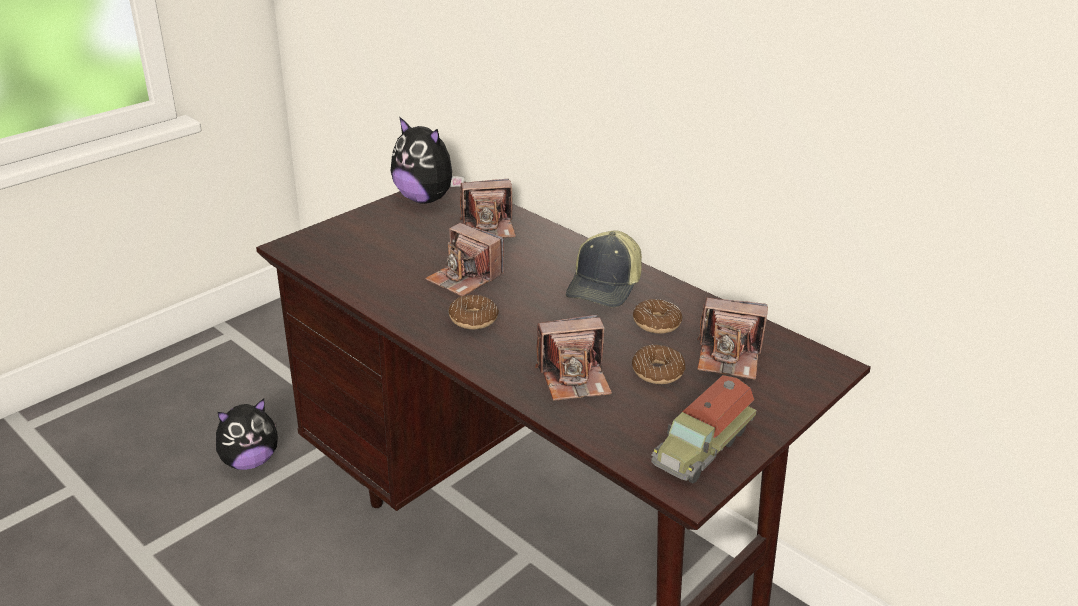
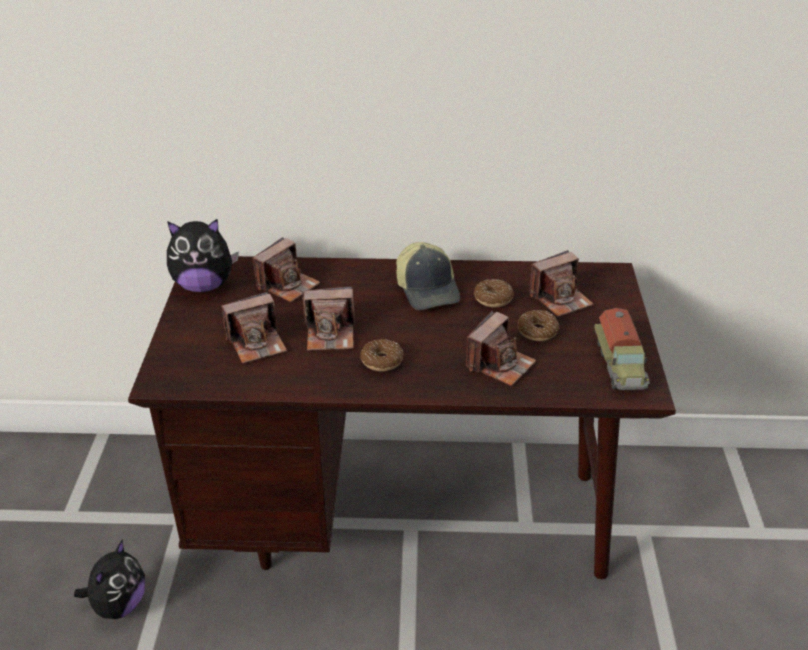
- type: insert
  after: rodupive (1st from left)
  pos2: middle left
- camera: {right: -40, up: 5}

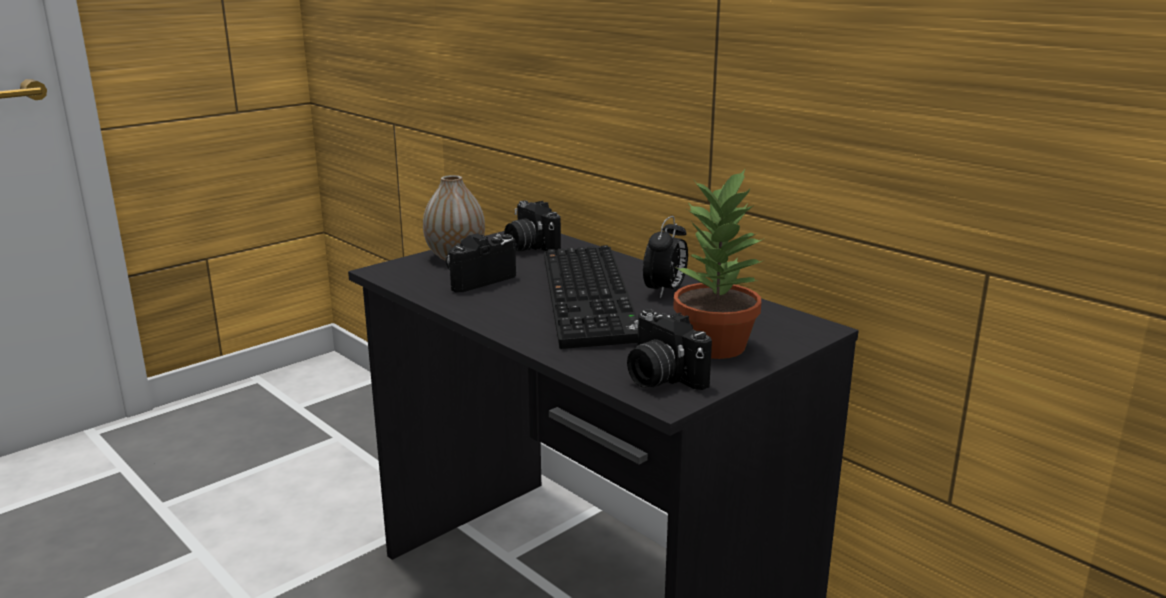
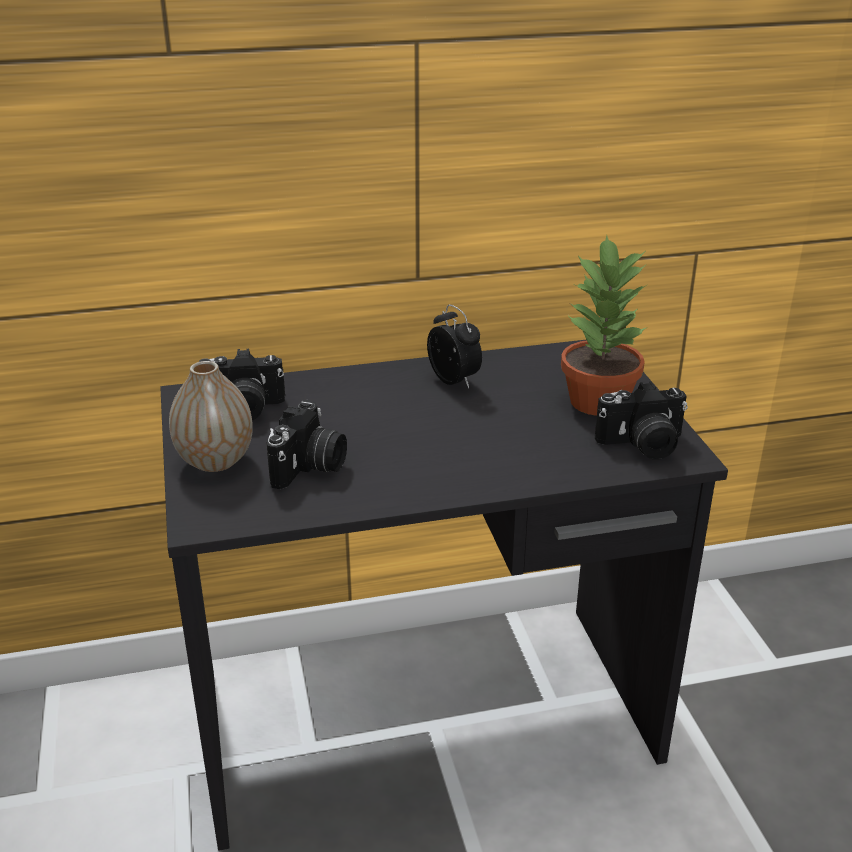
- type: rotate
  before: rodupive (1st from left in the first image)
  pos1: centre
  pos2: centre
  turn: -150
- type: delete
  before: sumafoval
  pos1: centre
- camera: {right: -60, up: 10}

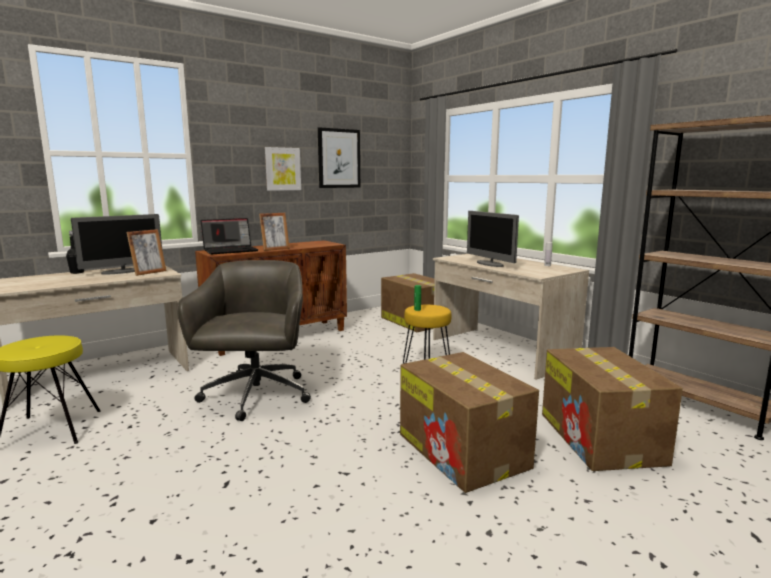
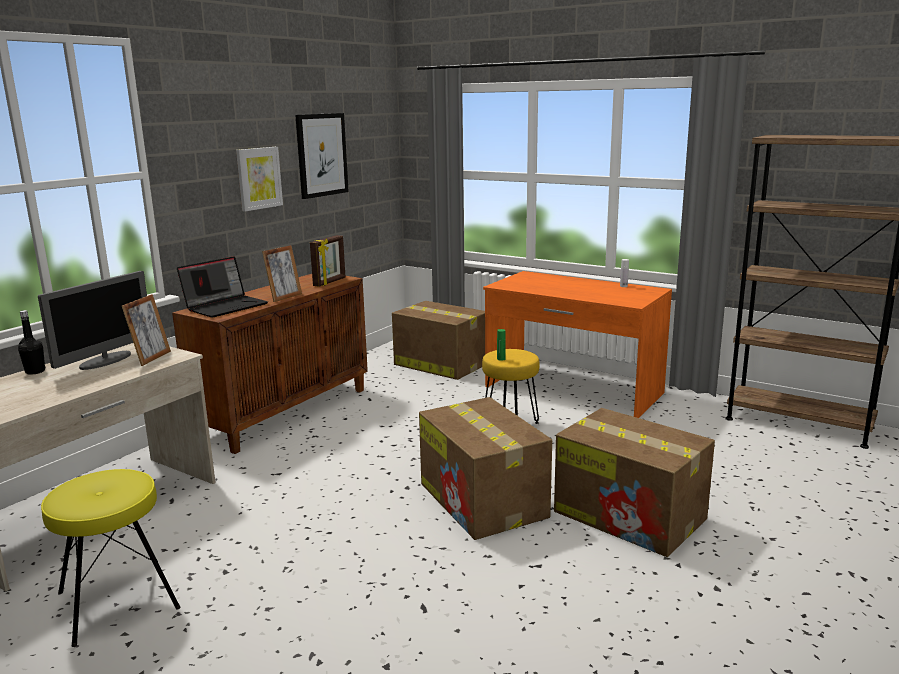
- type: insert
  after: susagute (3rd from left)
  pos2: centre
- type: move
  before: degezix (3rd from left in the first image)
  after: degezix (2nd from left)
  pos1: bottom right
  pos2: bottom centre
- type: recolor
  before: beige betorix (2nd from left)
  after: orange betorix
  pos1: centre
  pos2: centre
- type: delete
  before: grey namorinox
  pos1: middle left
- type: delete
  before: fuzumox (2nd from left)
  pos1: centre
- camera: {right: -20, up: 5}

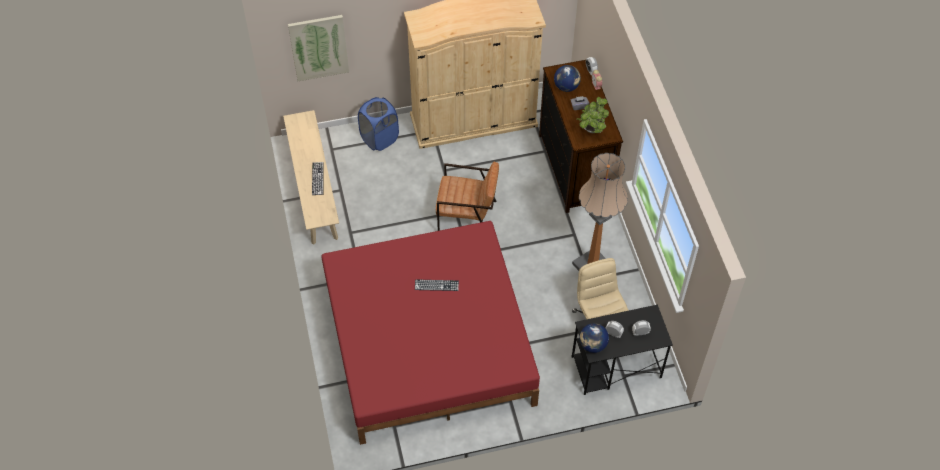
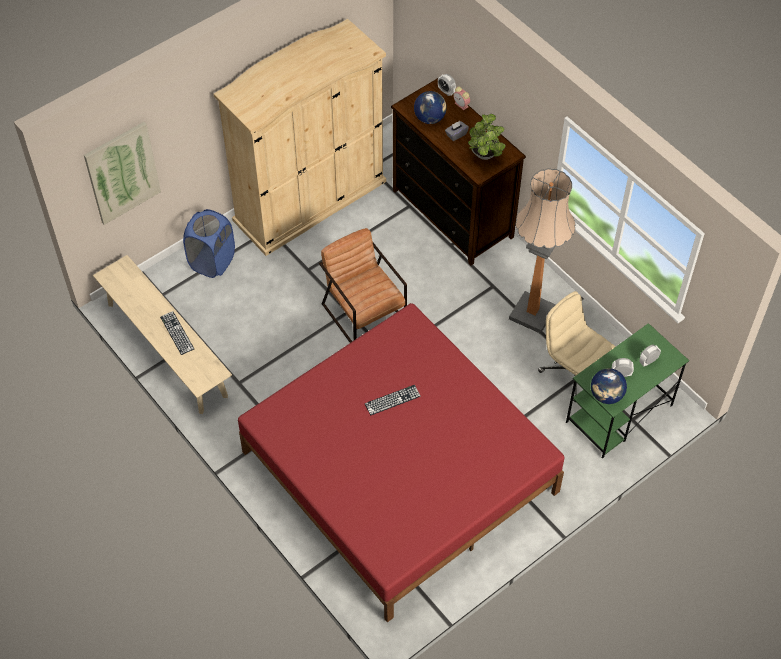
- type: rotate
  before: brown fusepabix
  pos1: centre
  pos2: centre
  turn: -105
- type: recolor
  before: black betorix
  after: green betorix
  pos1: bottom centre
  pos2: middle right
- camera: {right: -25, up: 0}

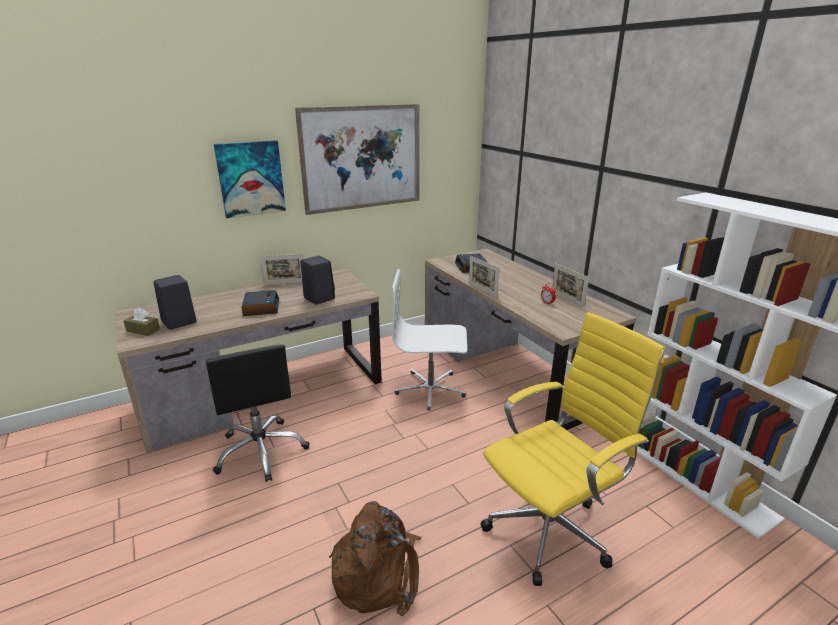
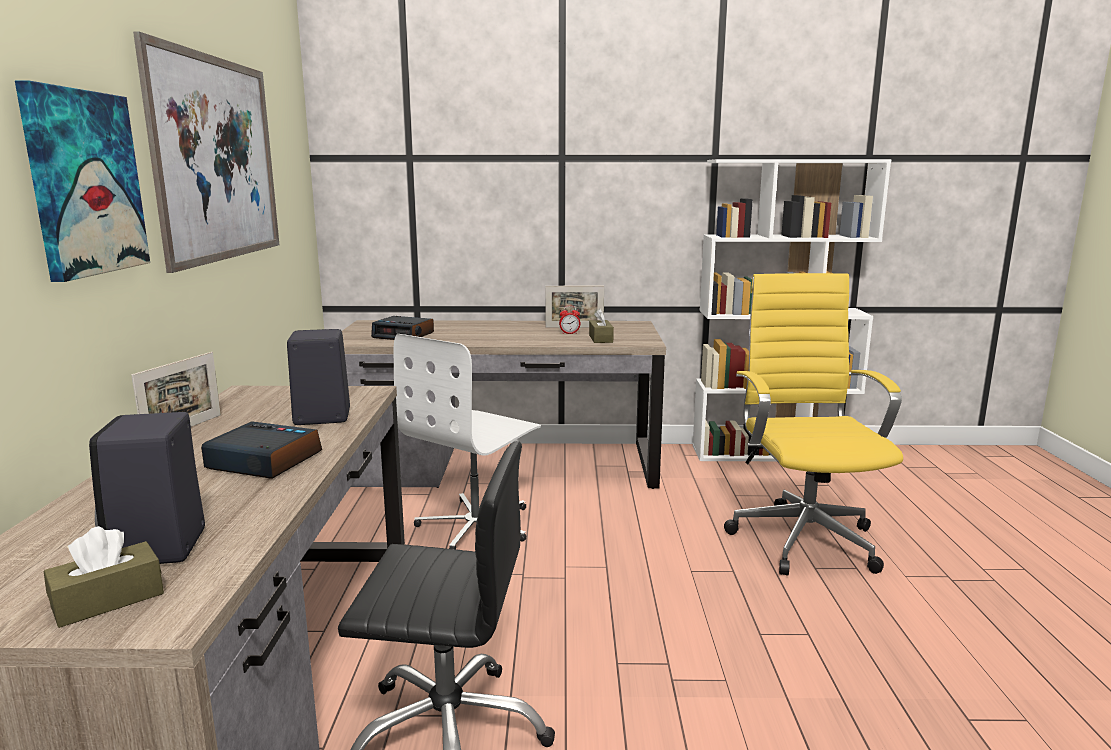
- type: insert
  after: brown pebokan (2nd from left)
  pos2: centre
- type: delete
  before: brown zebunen
  pos1: bottom centre
- type: delete
  before: susagute (2nd from left)
  pos1: centre
- camera: {right: -60, up: -10}

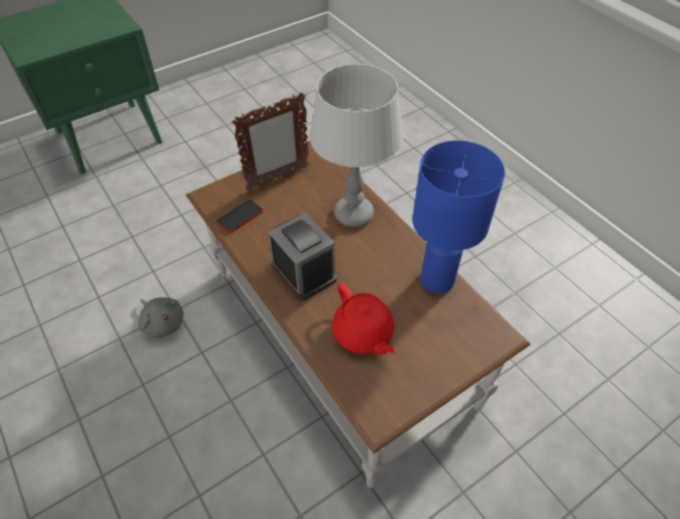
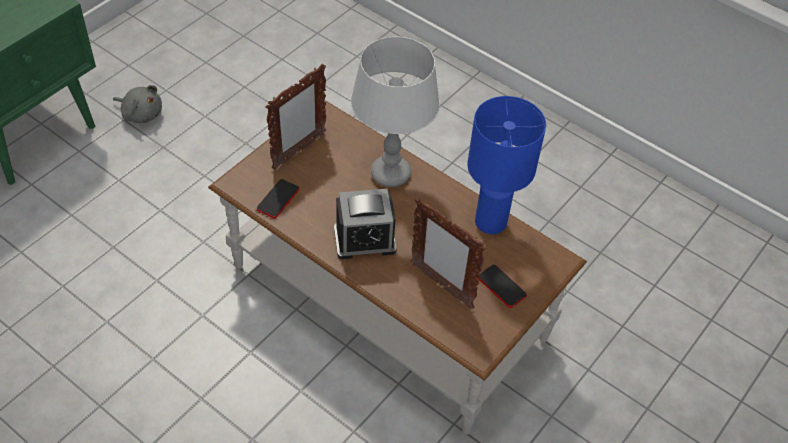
- type: move
  before: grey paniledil
  pos1: middle left
  pos2: top left
- type: rotate
  before: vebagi
  pos1: centre
  pos2: centre
  turn: 135
- type: replace
  before: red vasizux
  after: susagute (2nd from left)
  pos1: centre
  pos2: centre
- type: insert
  after: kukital (2nd from left)
  pos2: centre
- camera: {right: -20, up: 0}

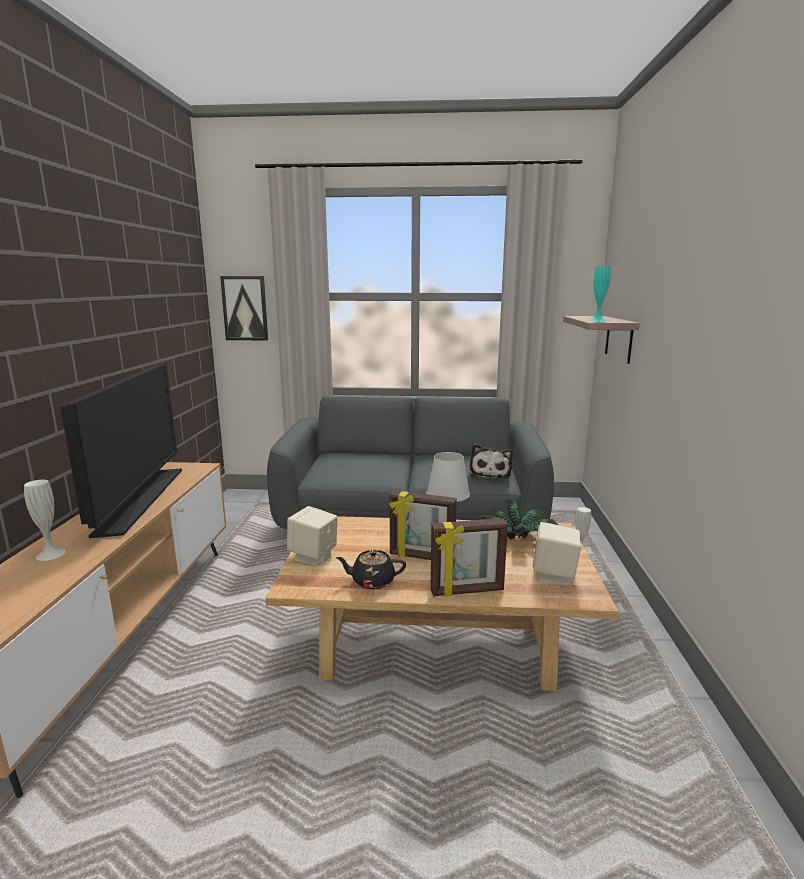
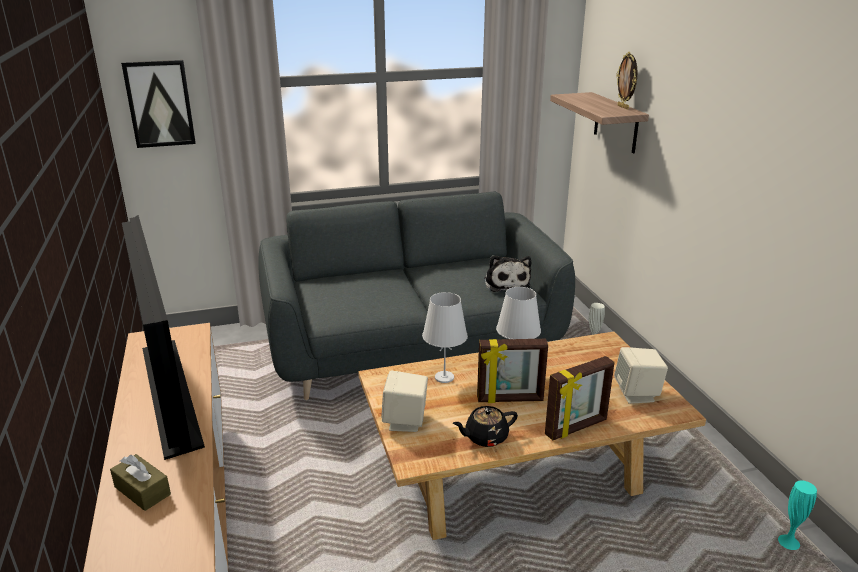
- type: replace
  before: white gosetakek (1st from left)
  after: brown pebokan
  pos1: middle left
  pos2: bottom left
- type: insert
  after: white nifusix (1st from left)
  pos2: centre
- type: insert
  after: susagute (3rd from left)
  pos2: top right
- type: move
  before: turquoise gosetakek
  pos1: middle right
  pos2: bottom right
- type: delete
  before: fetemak
  pos1: centre
- camera: {right: -20, up: 10}

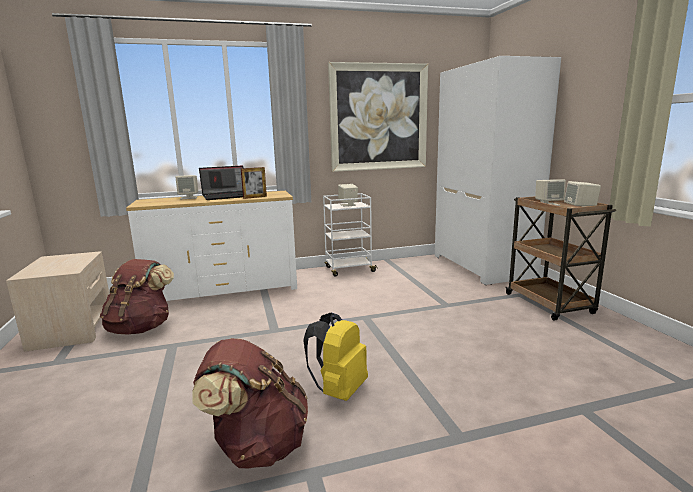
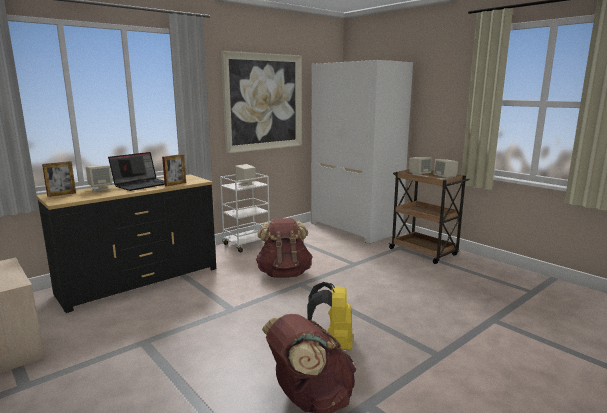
- type: recolor
  before: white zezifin
  after: black zezifin
  pos1: middle left
  pos2: middle left
- type: insert
  after: susagute (1st from left)
  pos2: middle left
- type: move
  before: brown zebunen (1st from left)
  pos1: middle left
  pos2: centre
- camera: {right: -25, up: 0}

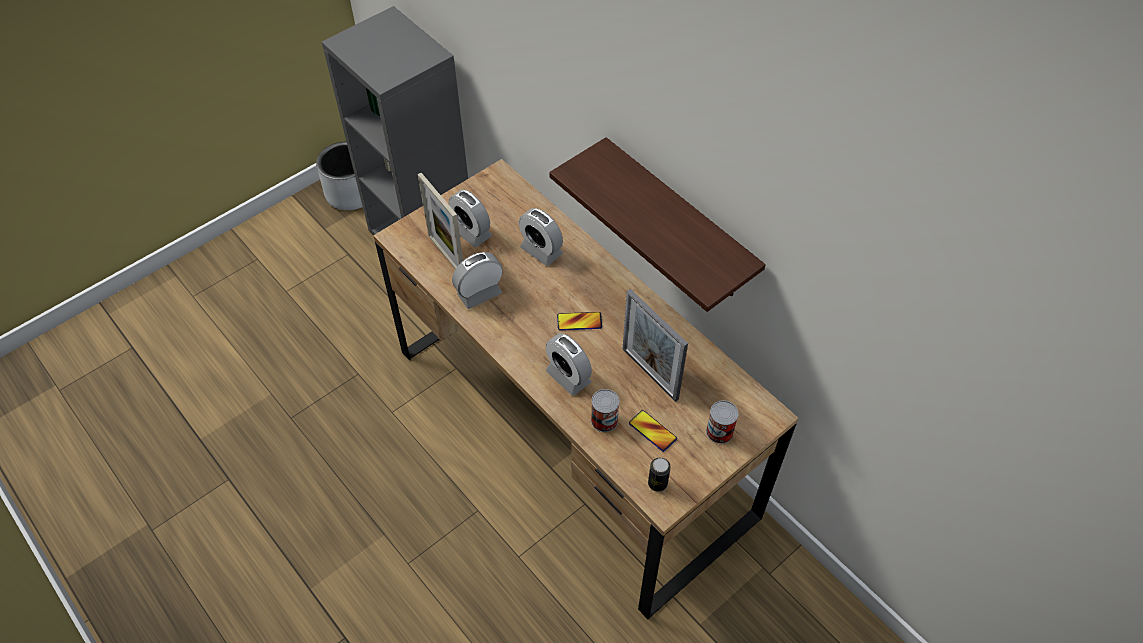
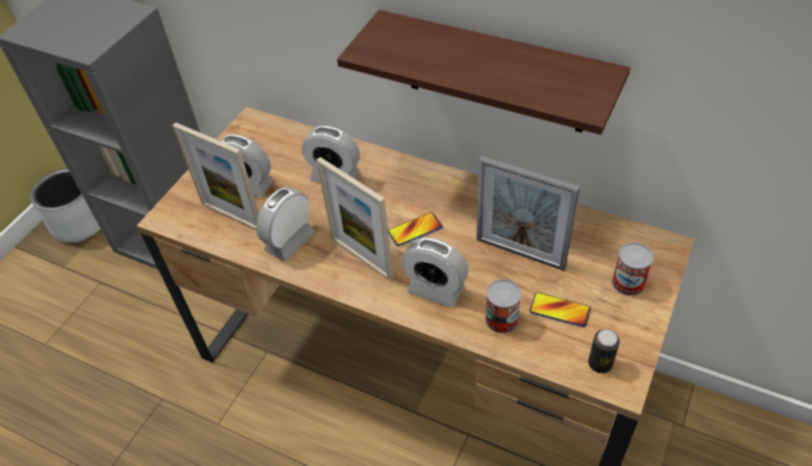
- type: insert
  after: susagute (2nd from left)
  pos2: centre
- camera: {right: -20, up: -5}

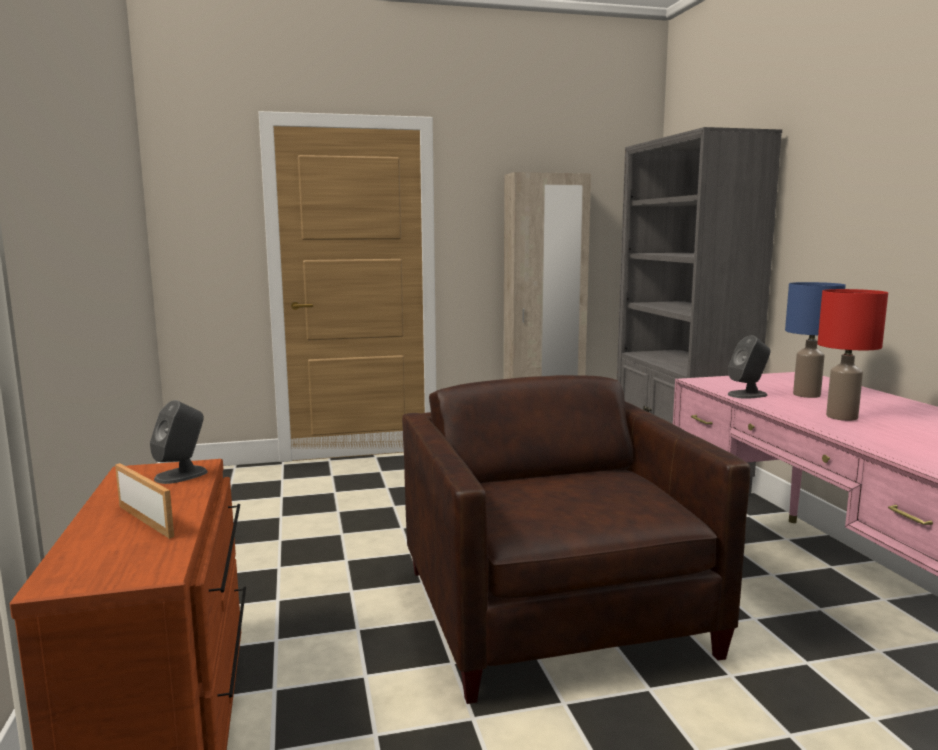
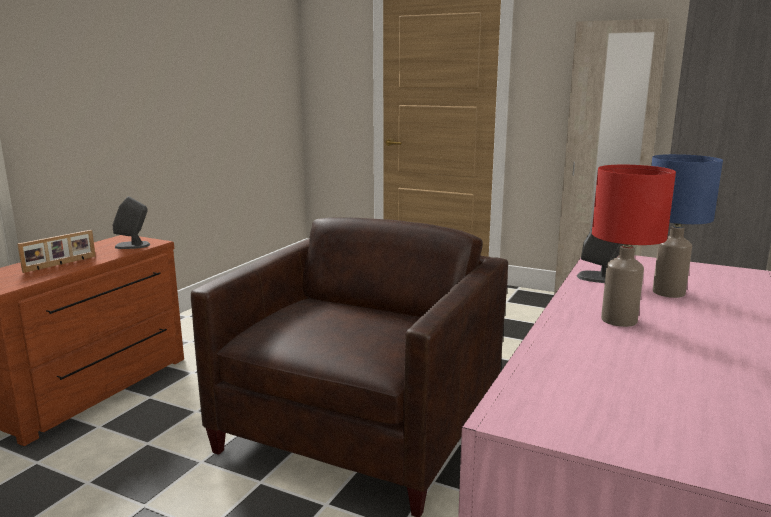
- type: rotate
  before: susagute
  pos1: bottom left
  pos2: middle left
  turn: 45
- camera: {right: 40, up: 5}

